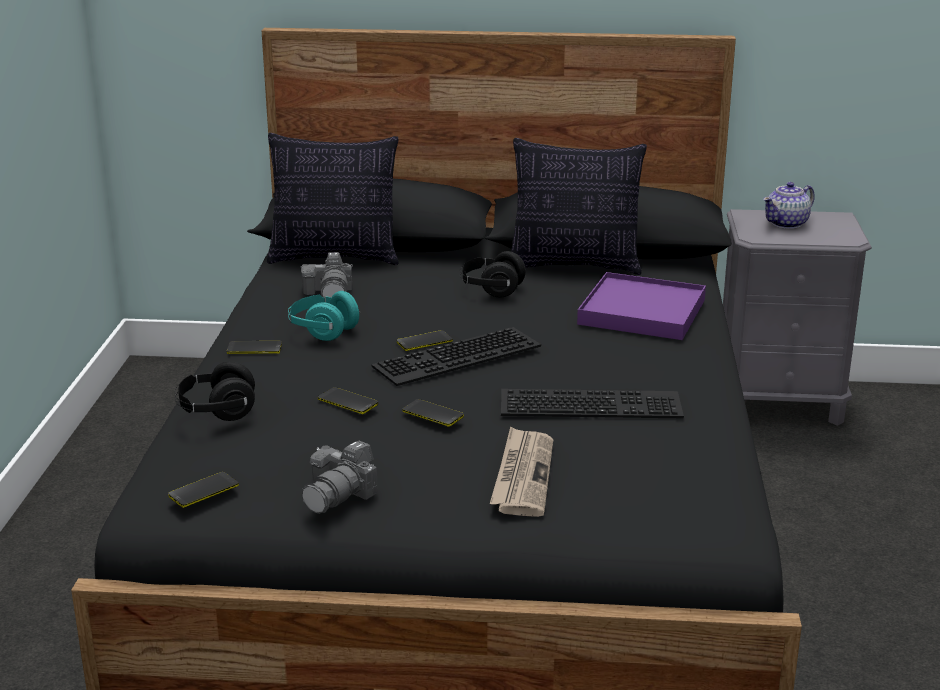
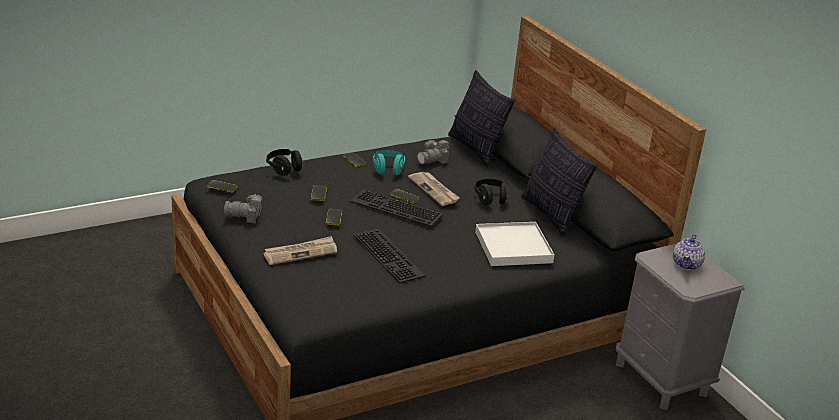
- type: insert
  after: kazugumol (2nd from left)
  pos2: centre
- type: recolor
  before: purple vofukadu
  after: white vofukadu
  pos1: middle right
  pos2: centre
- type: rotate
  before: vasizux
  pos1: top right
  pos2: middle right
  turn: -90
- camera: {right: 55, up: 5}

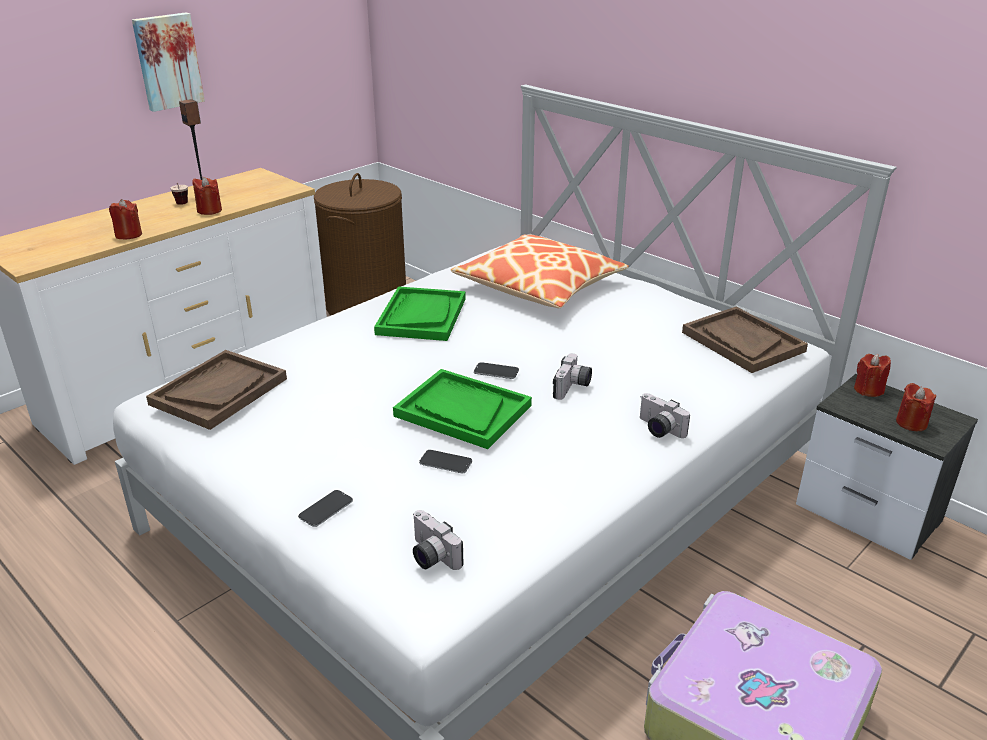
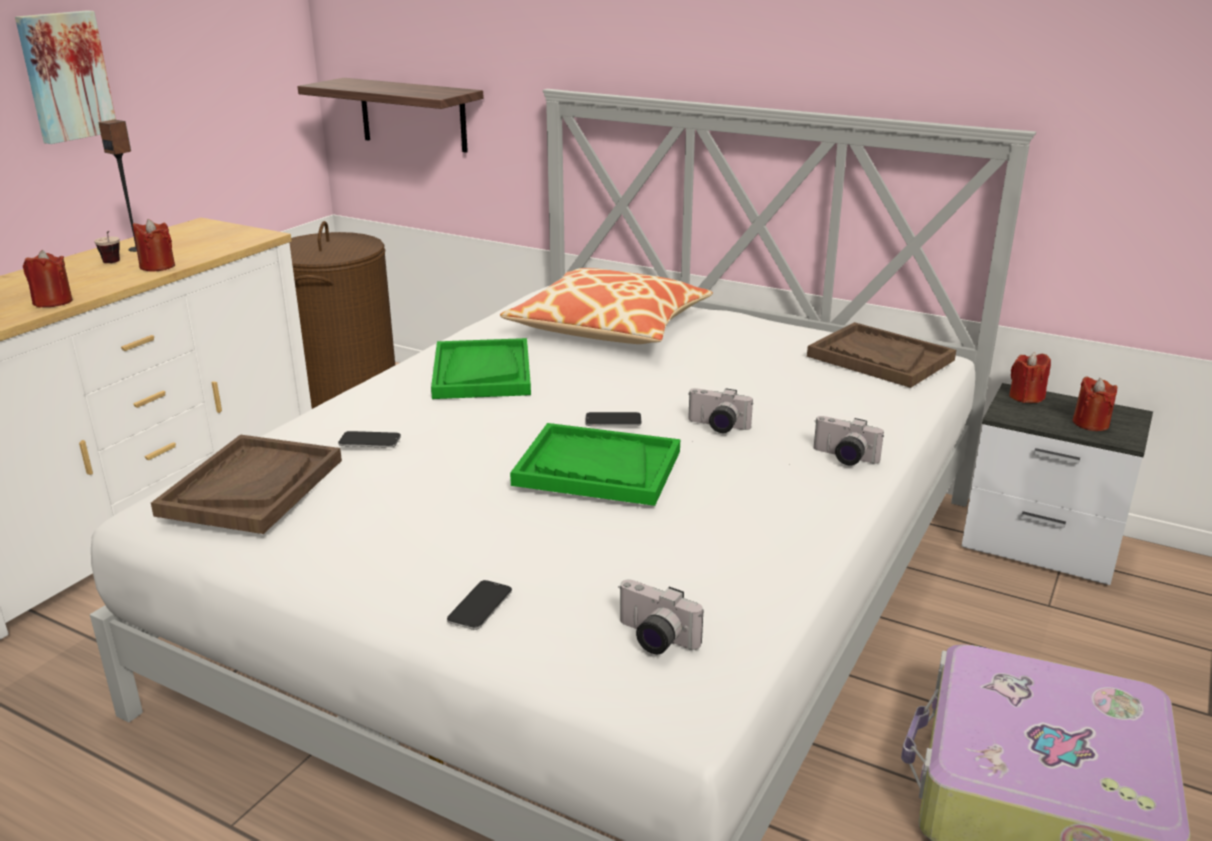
- type: insert
  after: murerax
  pos2: top left
- type: move
  before: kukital (2nd from left in the first image)
  after: kukital (1st from left)
  pos1: centre
  pos2: middle left
- type: rotate
  before: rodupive (2nd from left)
  pos1: centre
  pos2: centre
  turn: 105
- camera: {right: -15, up: -5}

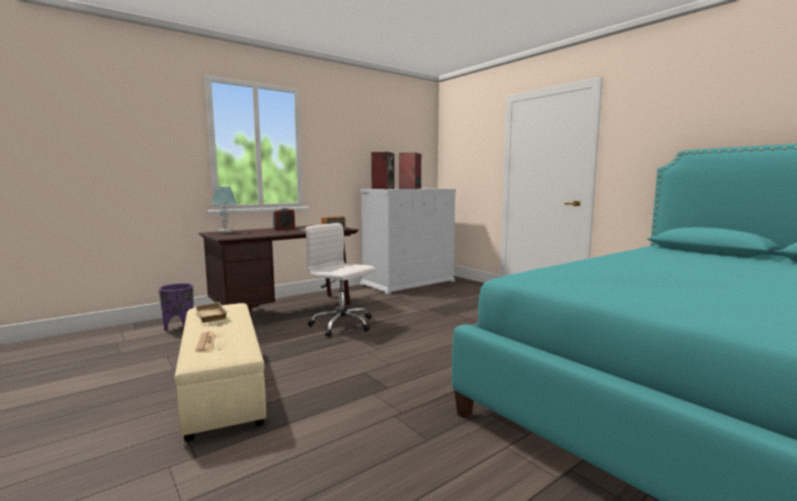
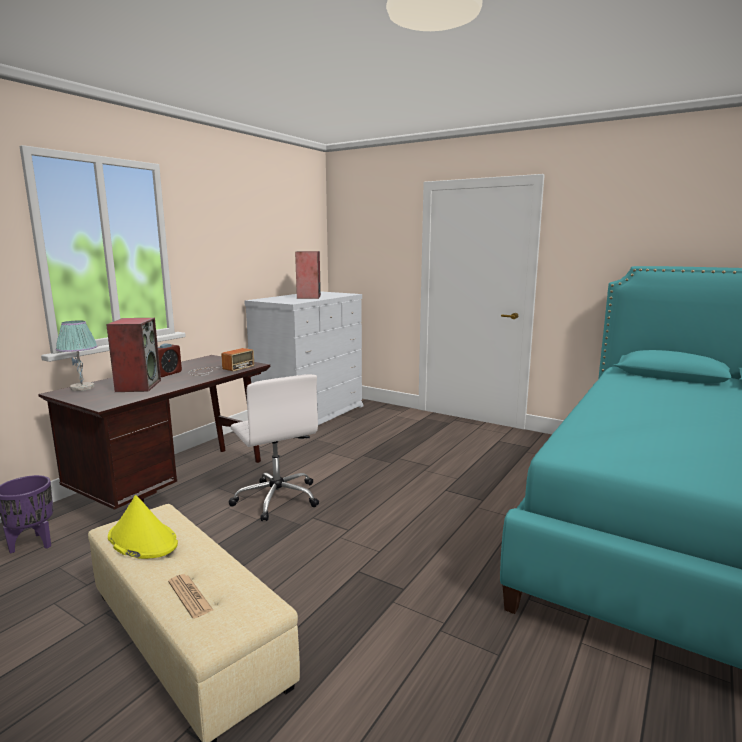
- type: move
  before: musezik (1st from left)
  pos1: centre
  pos2: middle left
- type: replace
  before: beige vofukadu
  after: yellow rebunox
  pos1: middle left
  pos2: bottom left
- type: rotate
  before: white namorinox
  pos1: centre
  pos2: centre
  turn: -135
- camera: {right: -20, up: 5}

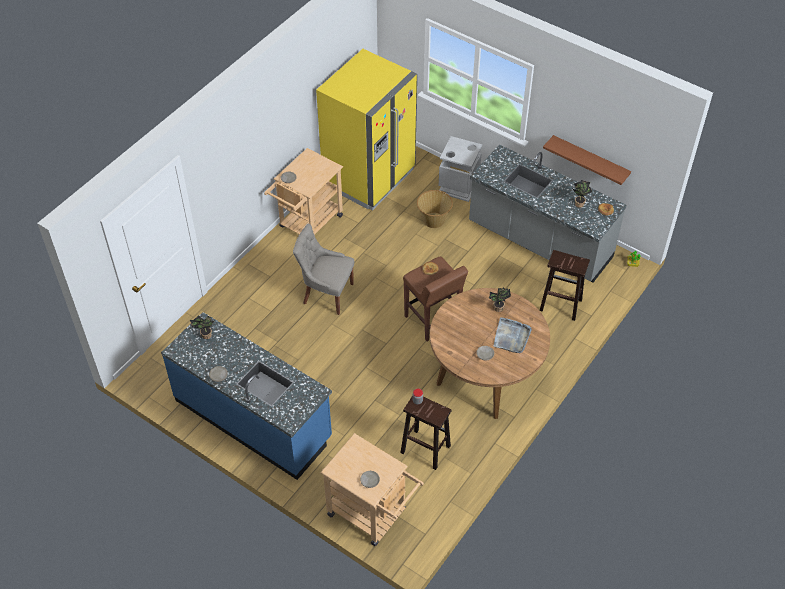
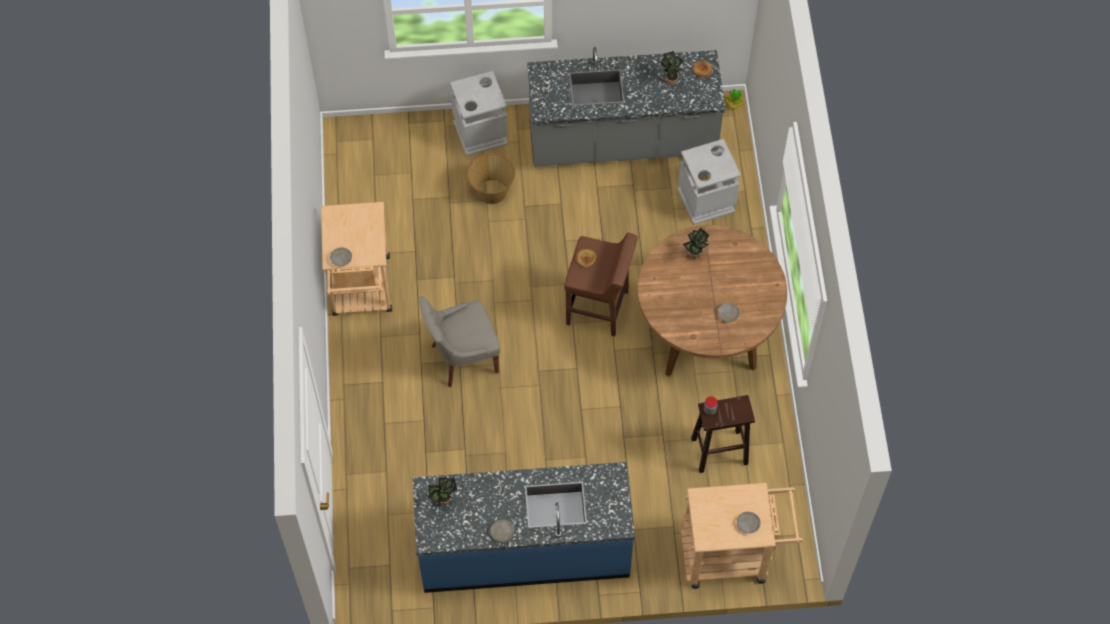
- type: replace
  before: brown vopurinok (3rd from left)
  after: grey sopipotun (2nd from left)
  pos1: middle right
  pos2: top centre
- type: delete
  before: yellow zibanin
  pos1: top centre
- type: delete
  before: grey vofukadu
  pos1: centre
- type: delete
  before: brown murerax
  pos1: top right
- camera: {right: -40, up: 10}

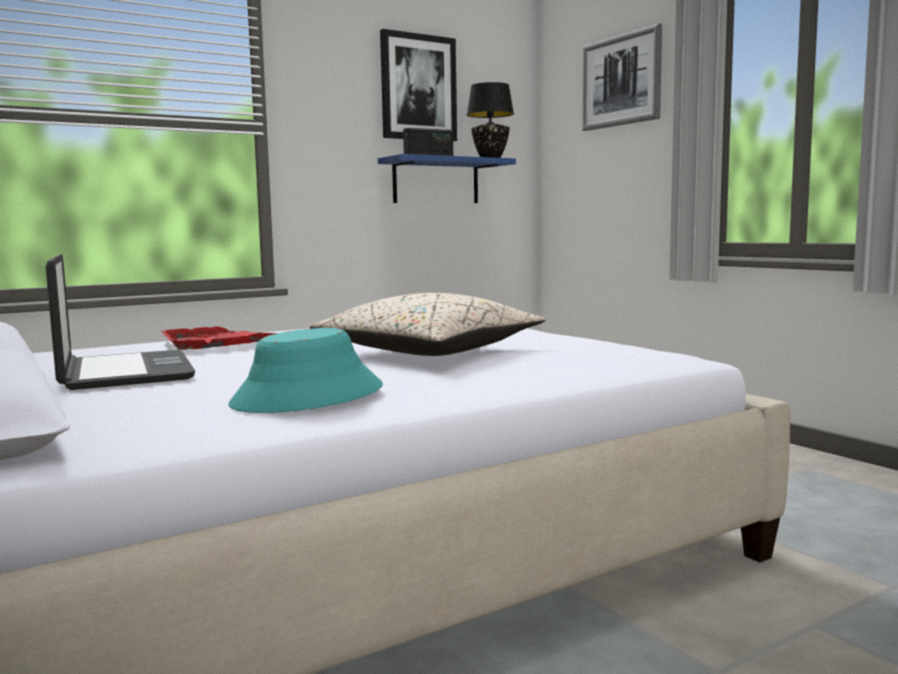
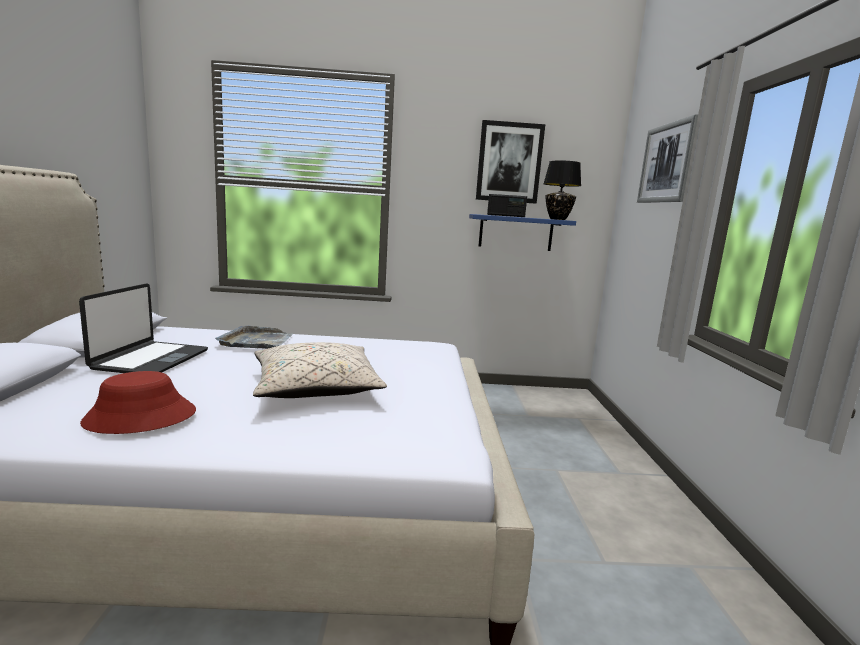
- type: recolor
  before: turquoise rebunox
  after: red rebunox
  pos1: centre
  pos2: middle left
- type: recolor
  before: red vofukadu
  after: grey vofukadu
  pos1: middle left
  pos2: middle left
- camera: {right: 30, up: 5}

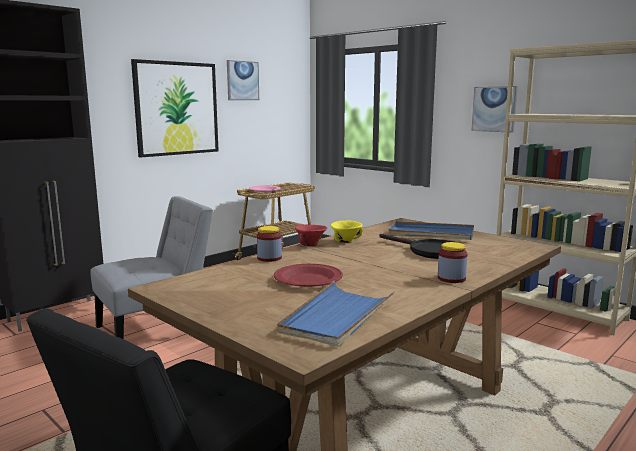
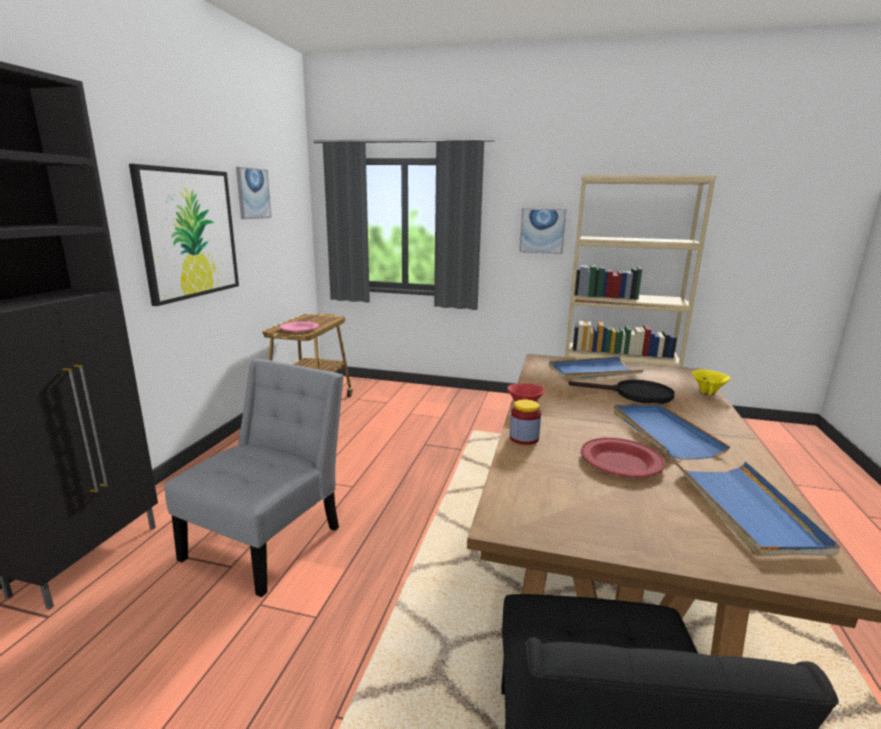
- type: insert
  after: blue vofukadu (2nd from left)
  pos2: middle right
- type: move
  before: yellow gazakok
  pos1: centre
  pos2: middle right
- type: delete
  before: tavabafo (2nd from left)
  pos1: middle right
- camera: {right: -30, up: 5}

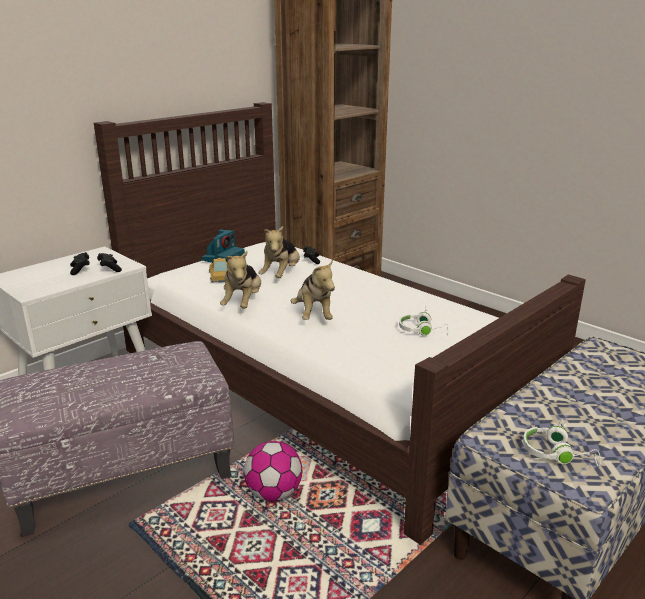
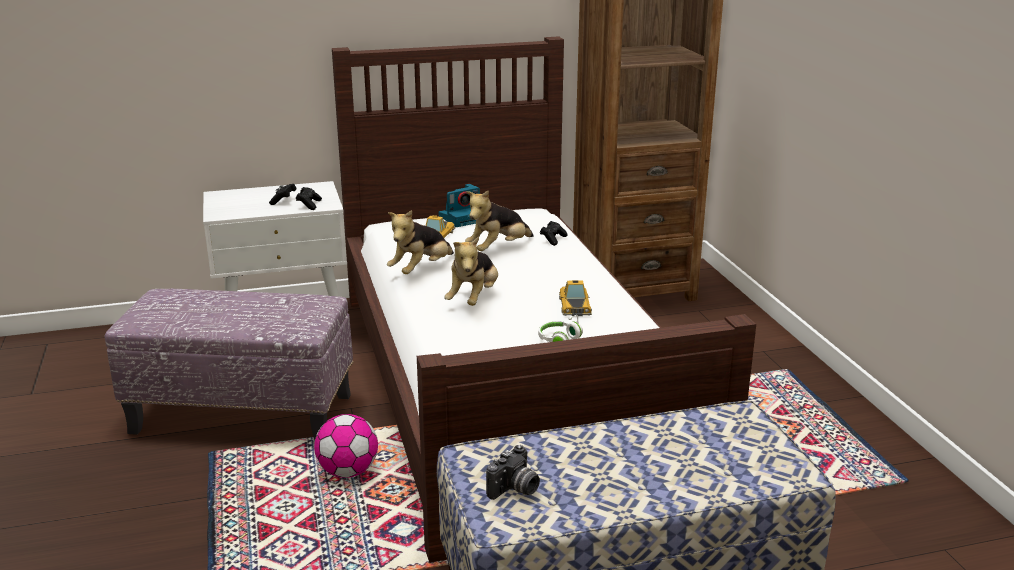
- type: replace
  before: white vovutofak (2nd from left)
  after: rodupive (2nd from left)
  pos1: bottom right
  pos2: bottom centre
- type: insert
  after: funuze (2nd from left)
  pos2: centre
- camera: {right: 30, up: 0}

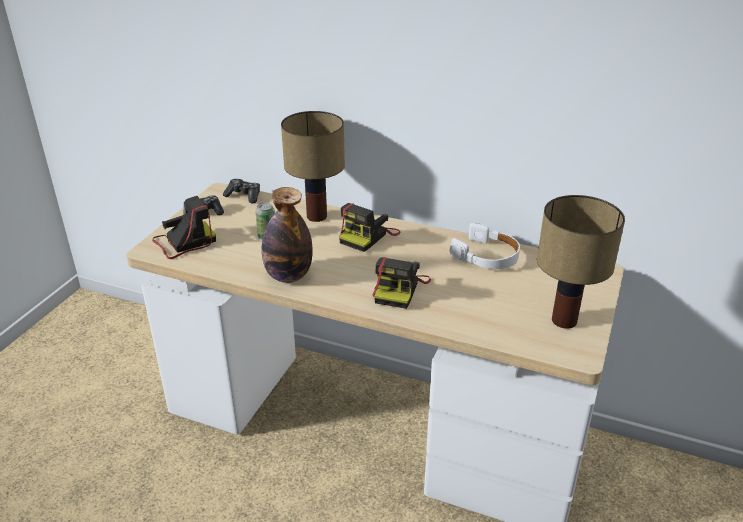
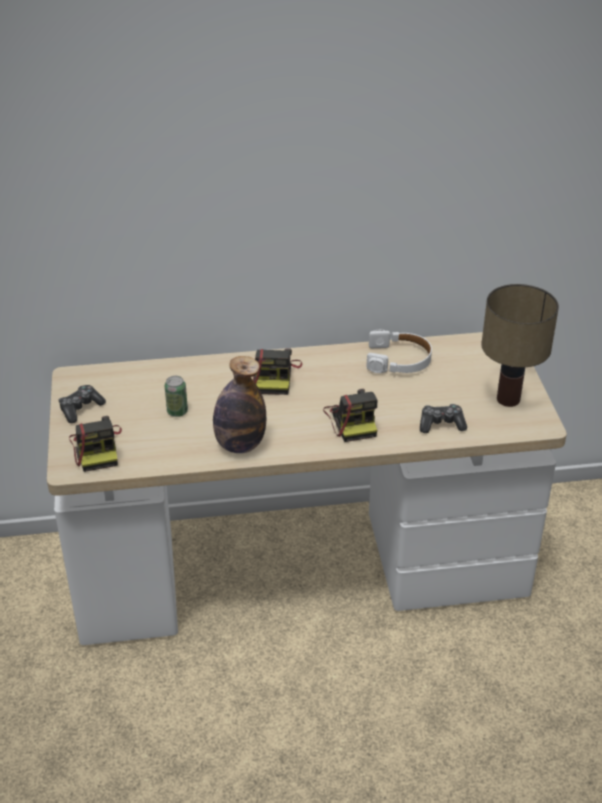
- type: rotate
  before: rodupive (1st from left)
  pos1: middle left
  pos2: middle left
  turn: 135
- type: move
  before: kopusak (2nd from left)
  pos1: middle left
  pos2: middle right
- type: delete
  before: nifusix (1st from left)
  pos1: top centre
- camera: {right: -30, up: 5}

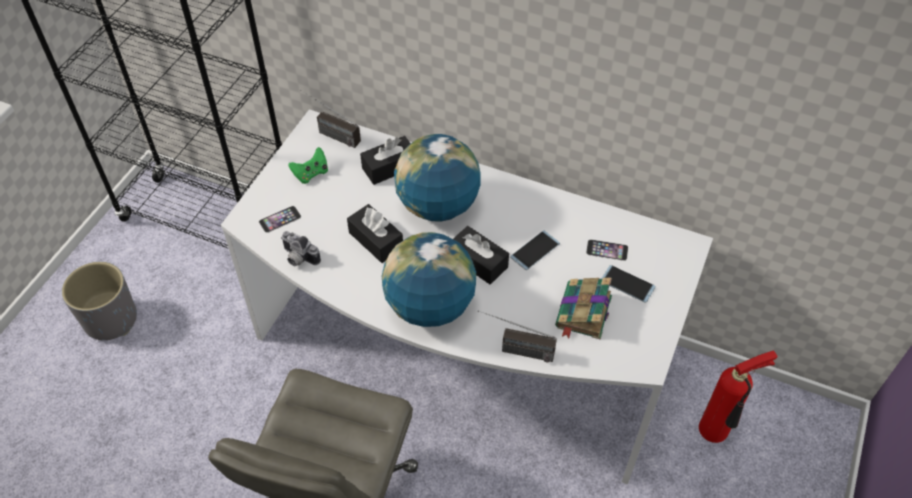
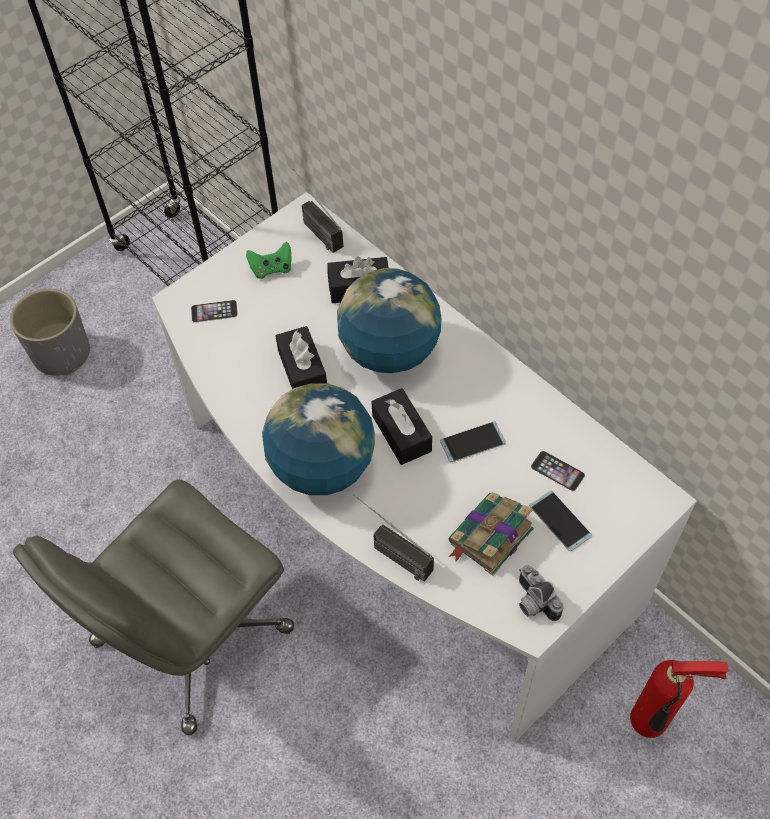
- type: move
  before: rodupive
  pos1: middle left
  pos2: bottom right
- camera: {right: 25, up: 5}

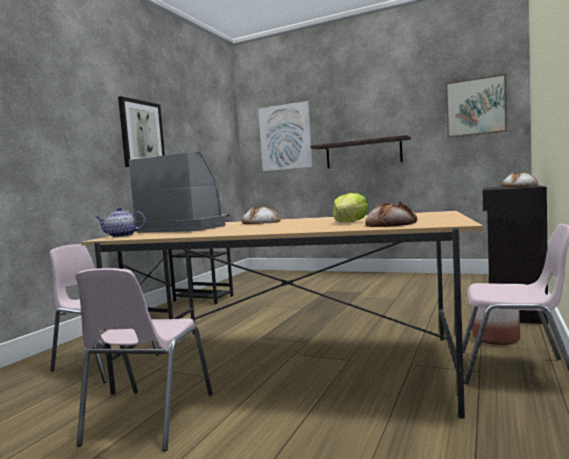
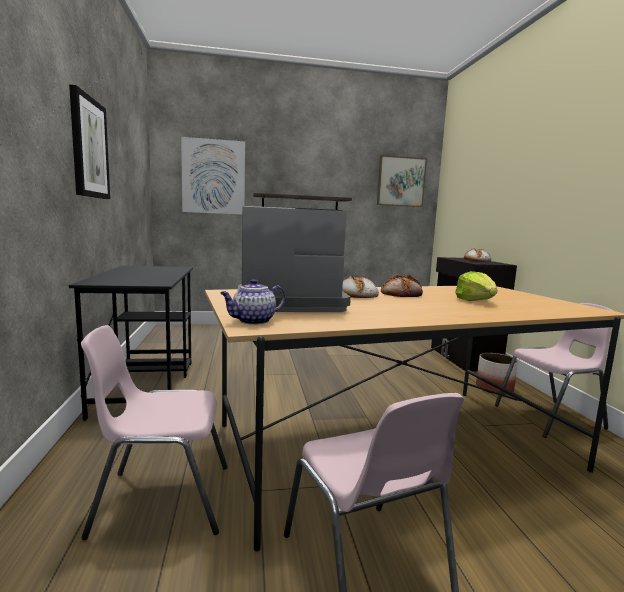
- type: move
  before: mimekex (2nd from left)
  pos1: middle right
  pos2: centre
- camera: {right: -35, up: 5}

